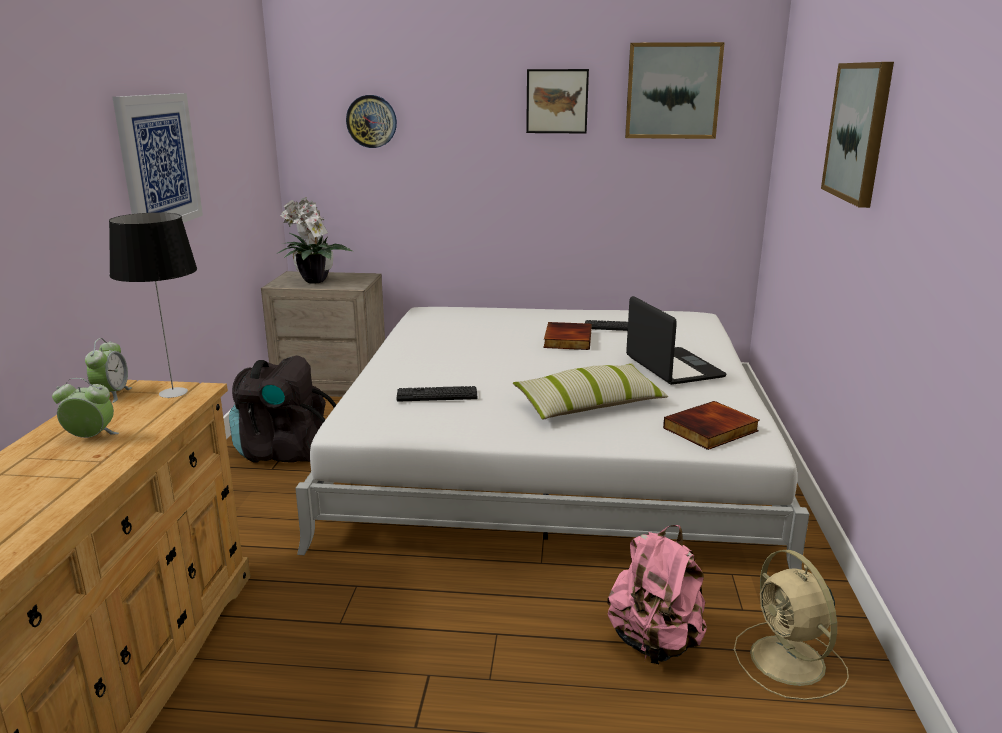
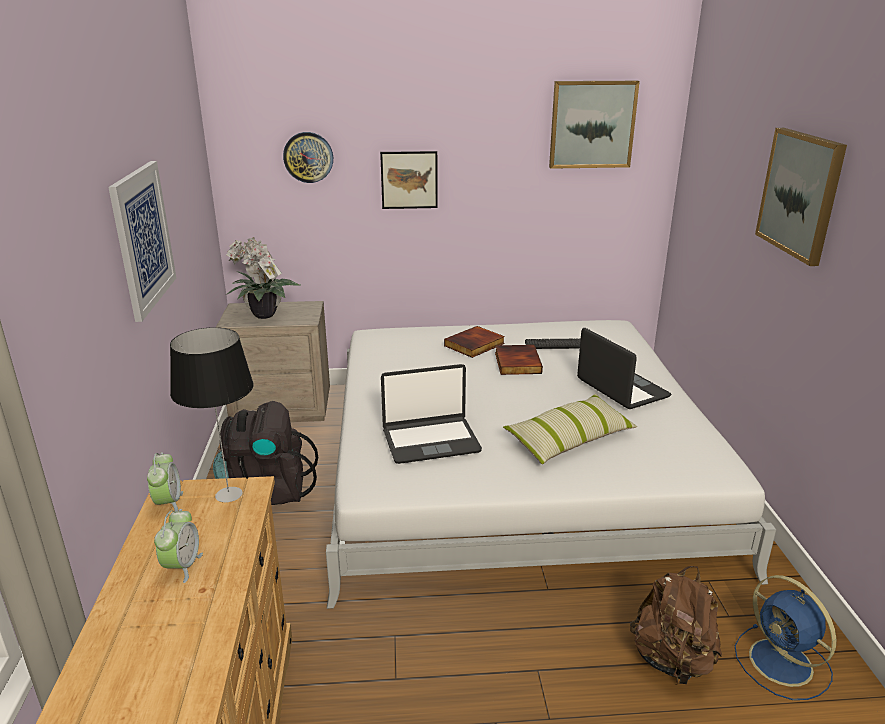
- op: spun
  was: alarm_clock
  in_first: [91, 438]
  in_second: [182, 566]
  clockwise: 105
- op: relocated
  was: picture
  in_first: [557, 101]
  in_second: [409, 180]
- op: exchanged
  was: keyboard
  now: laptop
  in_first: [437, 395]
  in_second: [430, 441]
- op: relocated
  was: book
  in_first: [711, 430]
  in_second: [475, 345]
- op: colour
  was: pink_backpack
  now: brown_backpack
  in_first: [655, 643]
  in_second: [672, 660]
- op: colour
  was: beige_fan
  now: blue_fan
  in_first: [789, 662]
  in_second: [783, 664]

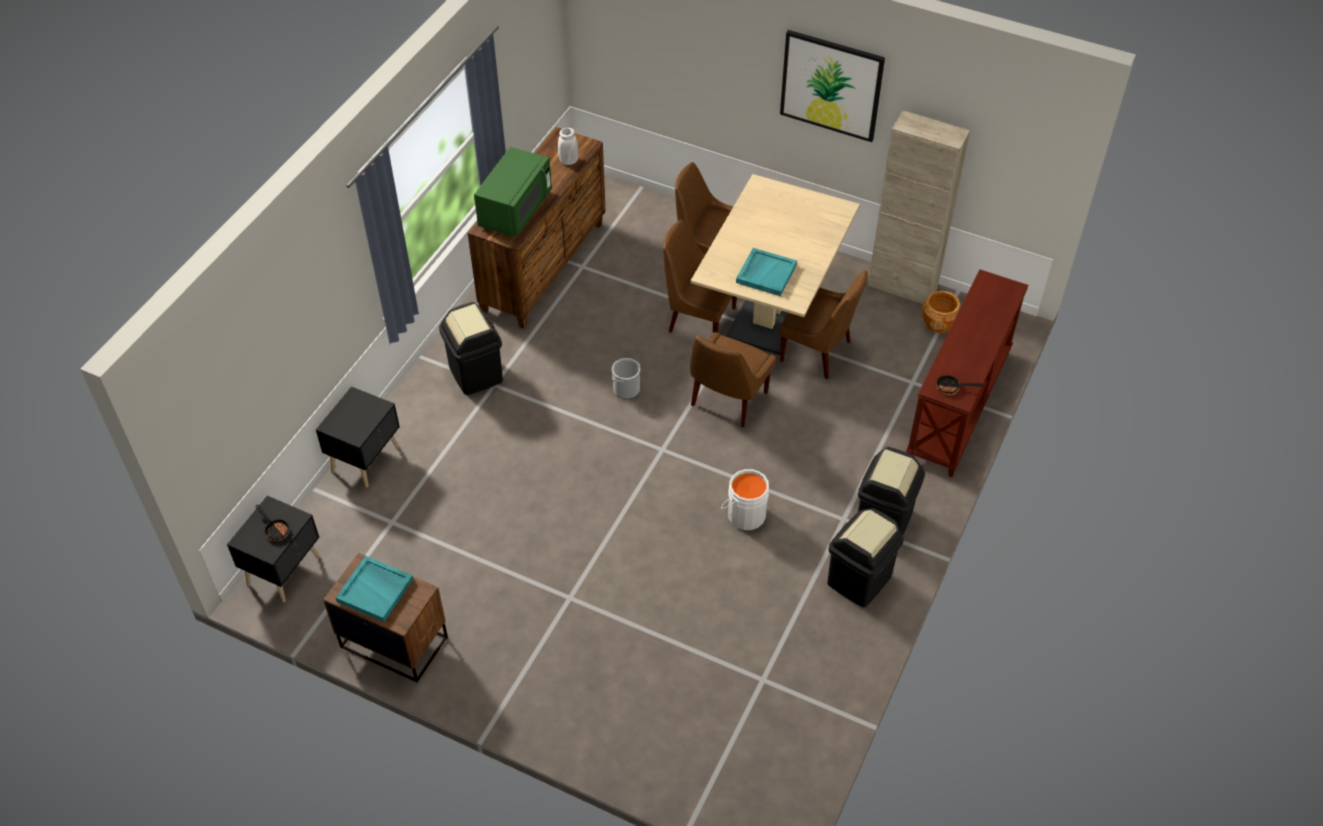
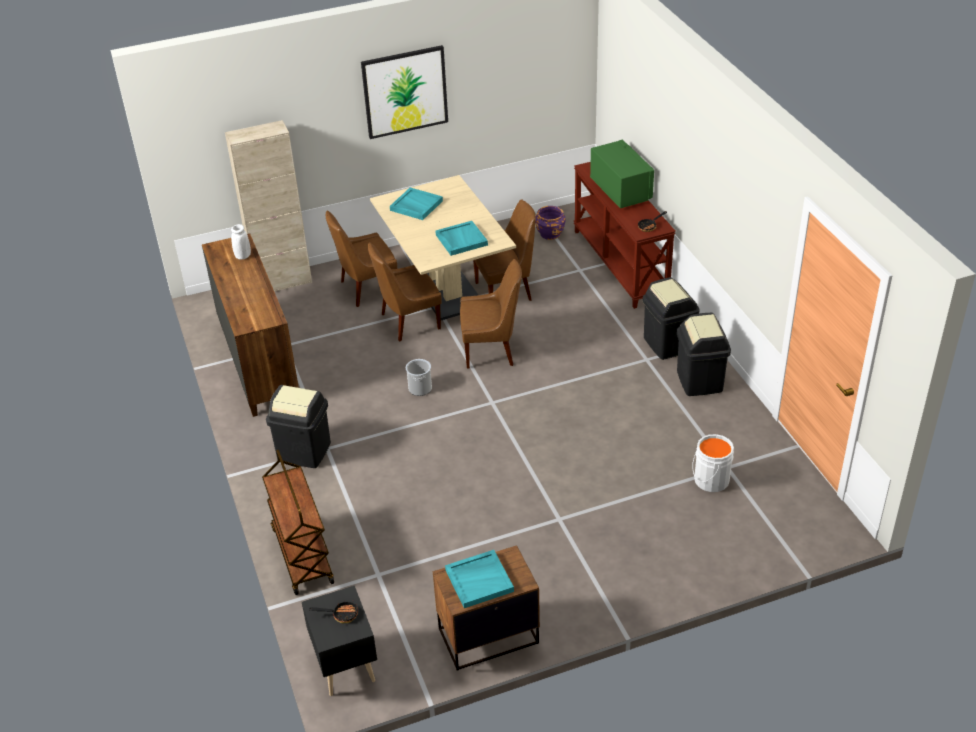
- op: relocated
  was: beige_cabinet
  in_first: [902, 287]
  in_second: [282, 282]
- op: exchanged
  was: black_nightstand
  now: brown_cart
  in_first: [367, 459]
  in_second: [302, 555]
- op: appeared
  now: turquoise_tray
  in_second: [415, 205]
- op: spun
  was: brown_chair
  in_first: [727, 401]
  in_second: [491, 350]
  clockwise: -75
- op: colour
  was: brown_planter
  now: purple_planter
  in_first: [938, 324]
  in_second: [550, 234]
- op: relocated
  was: green_microwave
  in_first: [515, 210]
  in_second: [620, 191]
- op: relocated
  was: white_bucket
  in_first: [745, 514]
  in_second: [709, 480]

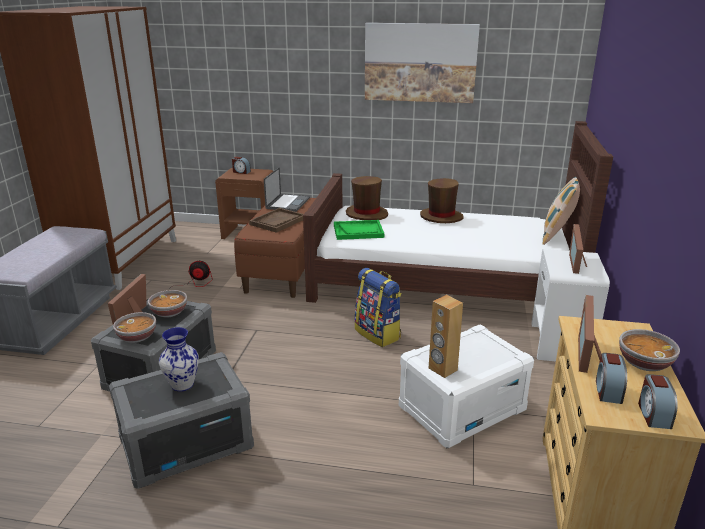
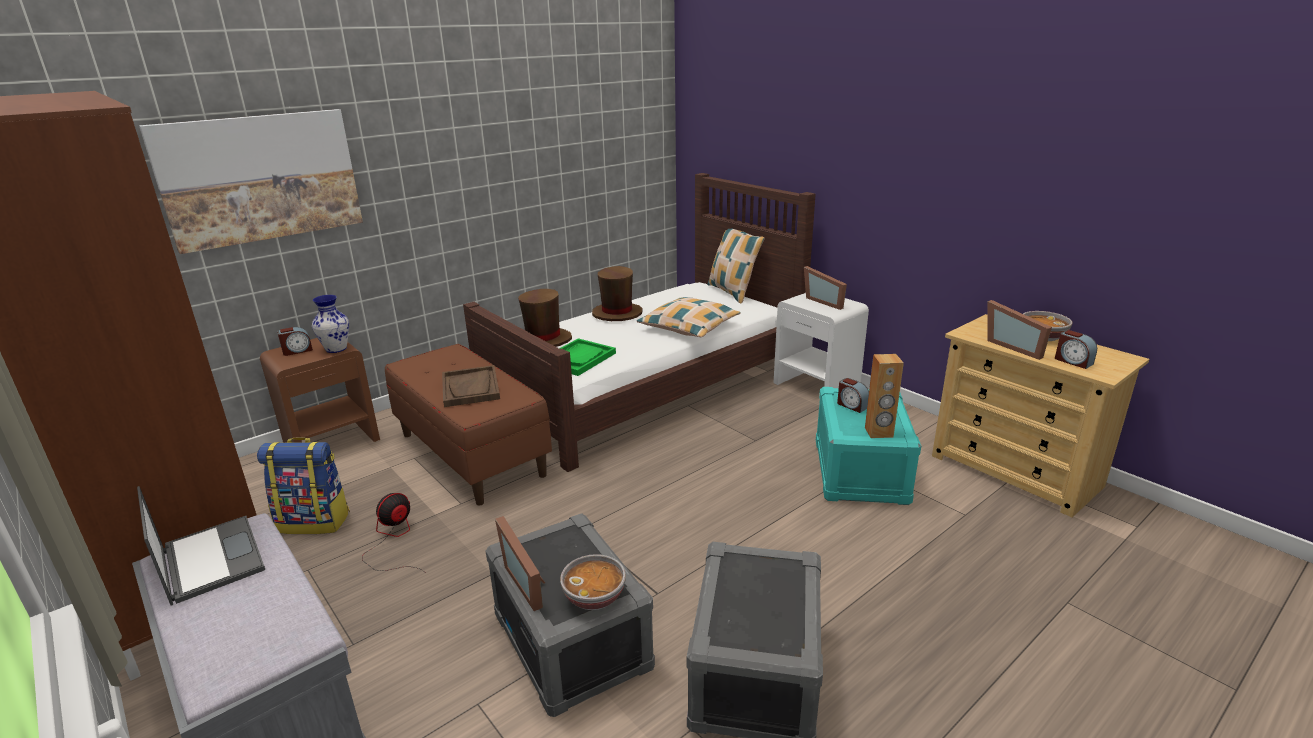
- op: relocated
  was: laptop
  in_first: [288, 203]
  in_second: [210, 558]
- op: relocated
  was: picture
  in_first: [420, 62]
  in_second: [260, 178]
- op: relocated
  was: backpack
  in_first: [378, 334]
  in_second: [315, 521]
- op: relocated
  was: vase
  in_first: [181, 384]
  in_second: [335, 349]
- op: appeared
  now: pillow
  in_second: [689, 327]
- op: colour
  was: white_storage_box
  now: turquoise_storage_box
  in_first: [462, 408]
  in_second: [859, 471]
- op: relocated
  was: alarm_clock
  in_first: [653, 414]
  in_second: [851, 405]
- op: missing
  was: bowl
  in_first: [169, 313]

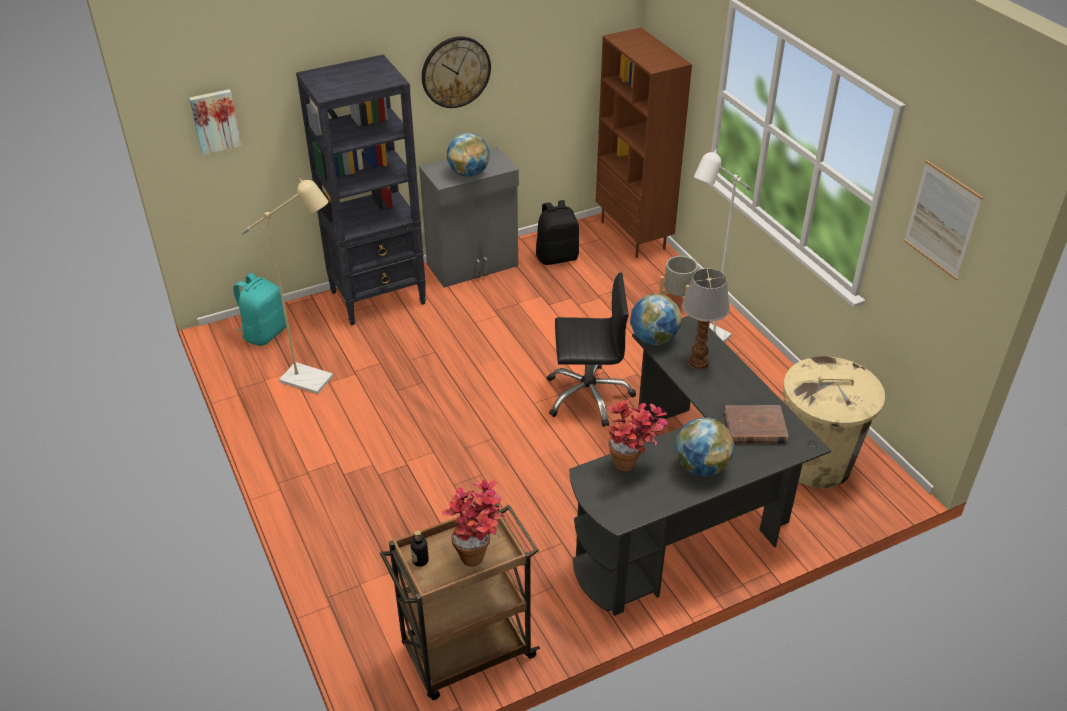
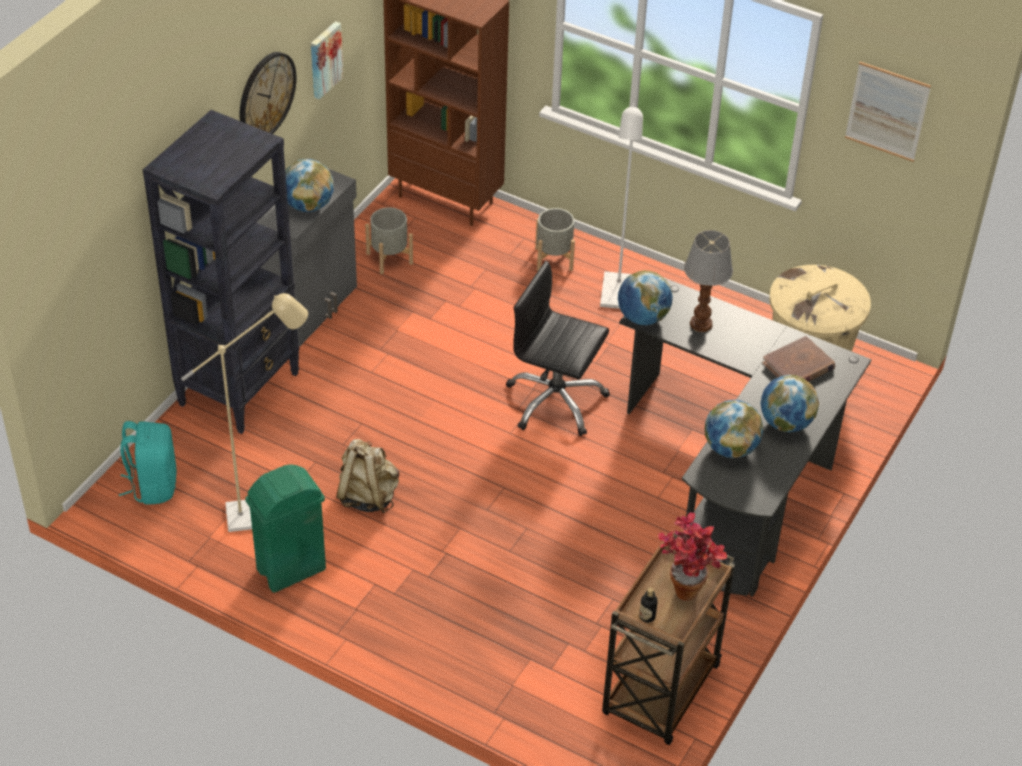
- op: appeared
  now: green_trash_can
  in_second: [290, 569]
- op: relocated
  was: picture
  in_first: [215, 121]
  in_second: [324, 59]
- op: appeared
  now: beige_backpack
  in_second: [368, 496]
- op: exchanged
  was: black_backpack
  now: grey_planter
  in_first: [557, 257]
  in_second: [389, 258]
- op: spun
  was: black_office_chair
  in_first: [588, 396]
  in_second: [555, 401]
  clockwise: -120
- op: exchanged
  was: potted_plant
  now: globe
  in_first: [632, 465]
  in_second: [730, 448]

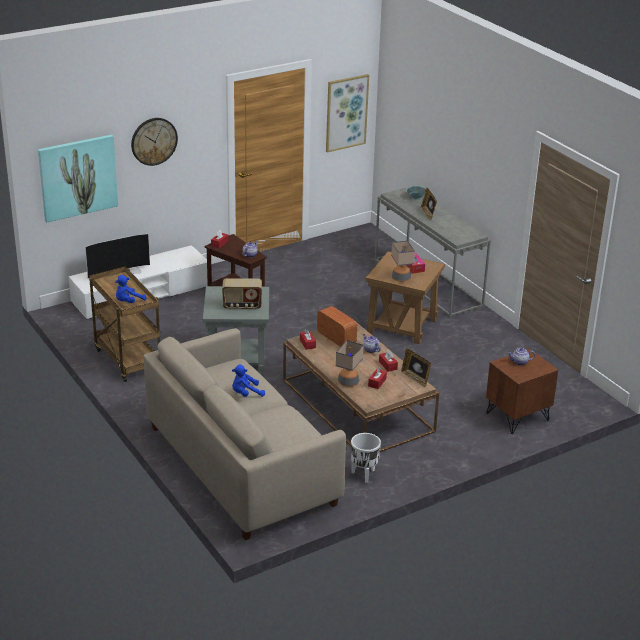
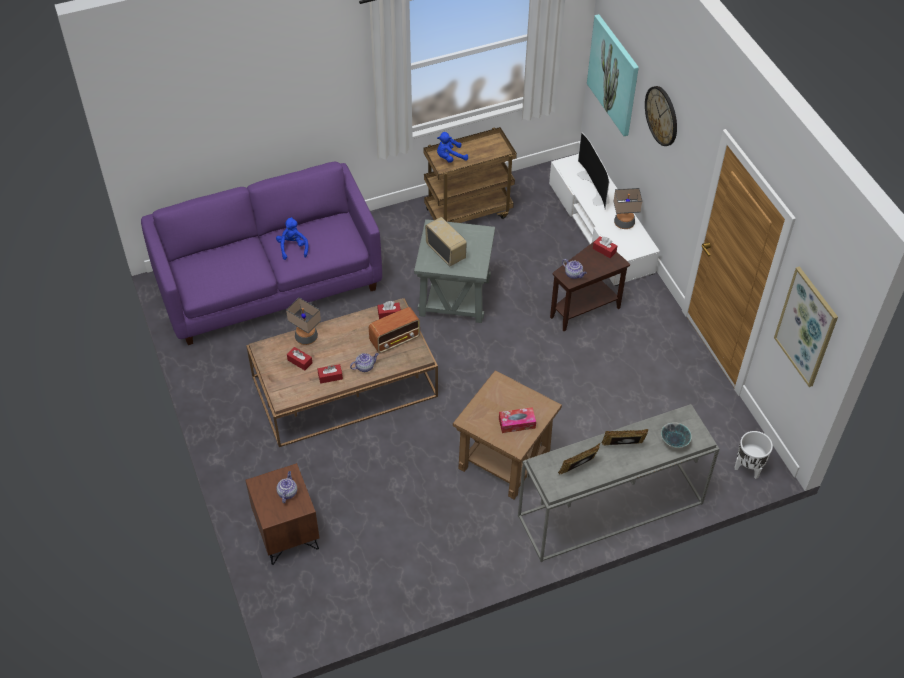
- op: colour
  was: beige_sofa
  now: purple_sofa
  in_first: [241, 465]
  in_second: [269, 283]
- op: spun
  was: radio
  in_first: [242, 306]
  in_second: [446, 252]
  clockwise: 135
- op: spun
  was: blue_plush_toy
  in_first: [128, 302]
  in_second: [450, 157]
  clockwise: -75
- op: relocated
  was: picture_frame
  in_first: [415, 378]
  in_second: [578, 468]
- op: relocated
  was: table_lamp
  in_first: [401, 278]
  in_second: [624, 223]
- op: relocated
  was: white_planter
  in_first: [364, 475]
  in_second: [747, 468]

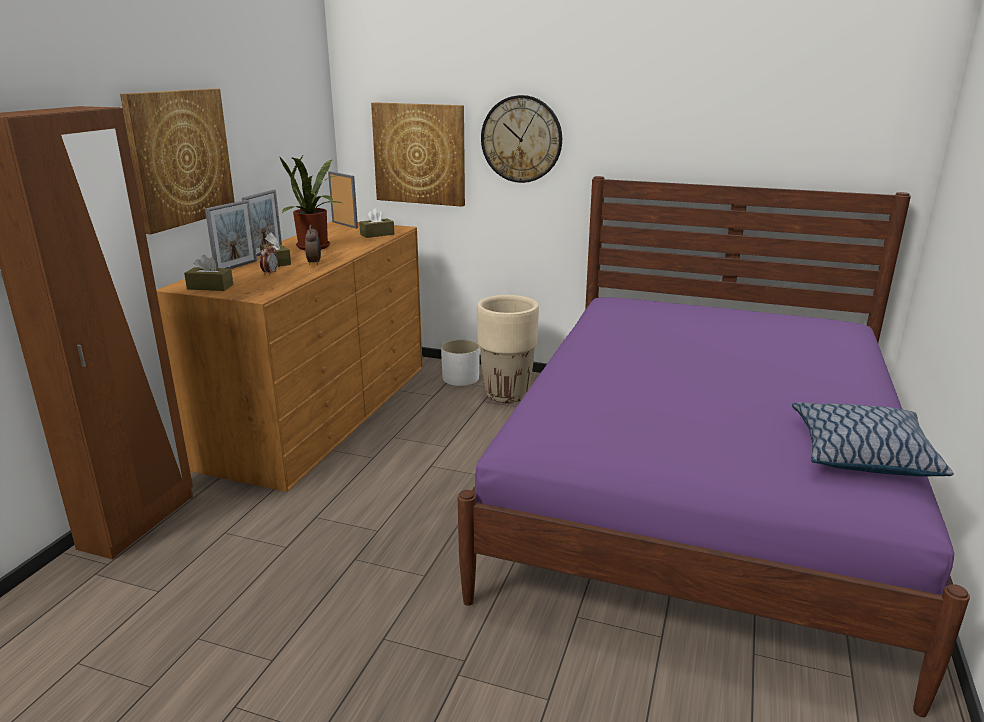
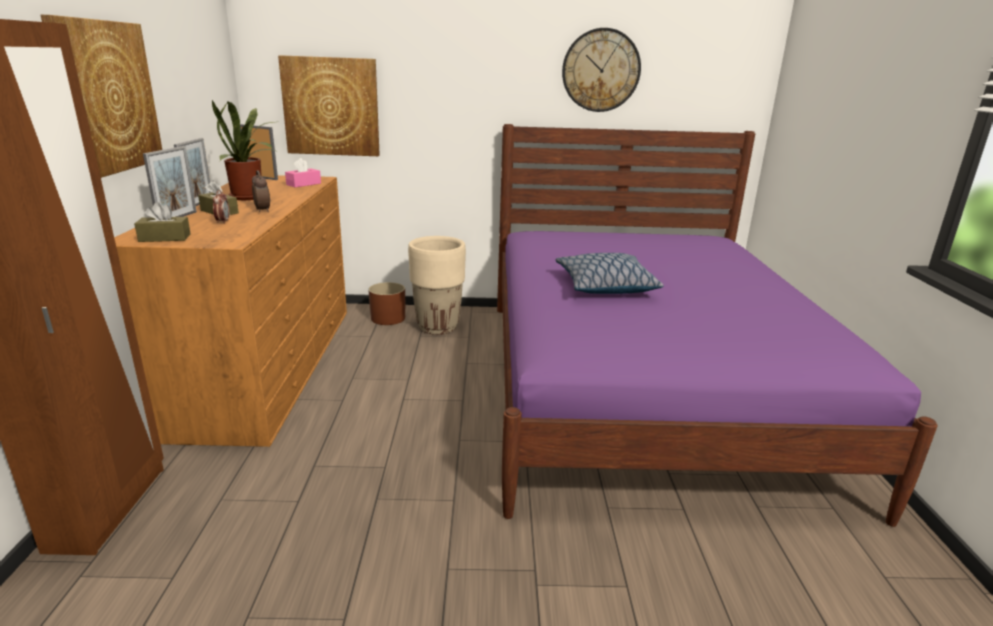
- op: colour
  was: brown_tissue_box
  now: pink_tissue_box
  in_first: [377, 234]
  in_second: [303, 184]
- op: colour
  was: white_planter
  now: brown_planter
  in_first: [461, 378]
  in_second: [388, 318]
- op: relocated
  was: pillow
  in_first: [861, 454]
  in_second: [604, 286]
- op: relocated
  was: wall_clock
  in_first: [521, 139]
  in_second: [601, 70]

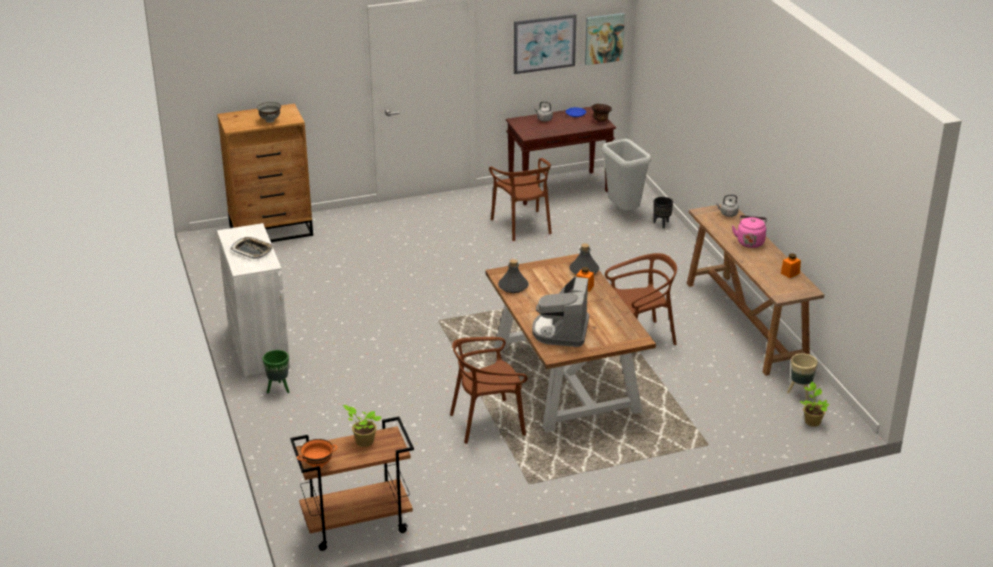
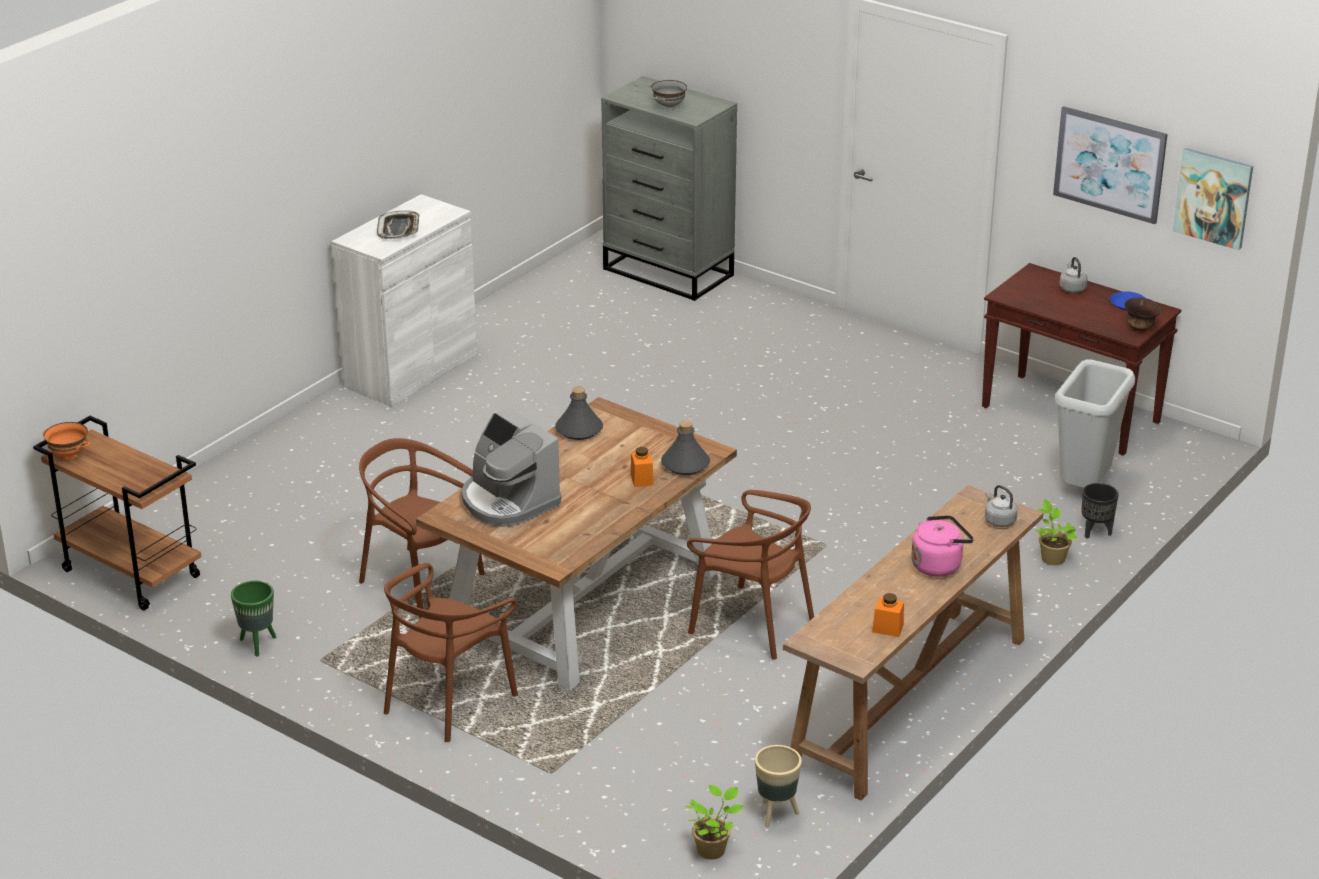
- op: relocated
  was: green_planter
  in_first: [278, 389]
  in_second: [257, 644]
- op: relocated
  was: brown_chair
  in_first: [522, 225]
  in_second: [448, 701]
- op: spun
  was: coffee_machine
  in_first: [561, 331]
  in_second: [508, 501]
  clockwise: -105
- op: colour
  was: brown_dresser
  now: grey_dresser
  in_first: [272, 231]
  in_second: [669, 273]
- op: relocated
  was: potted_plant
  in_first: [363, 441]
  in_second: [1052, 558]

